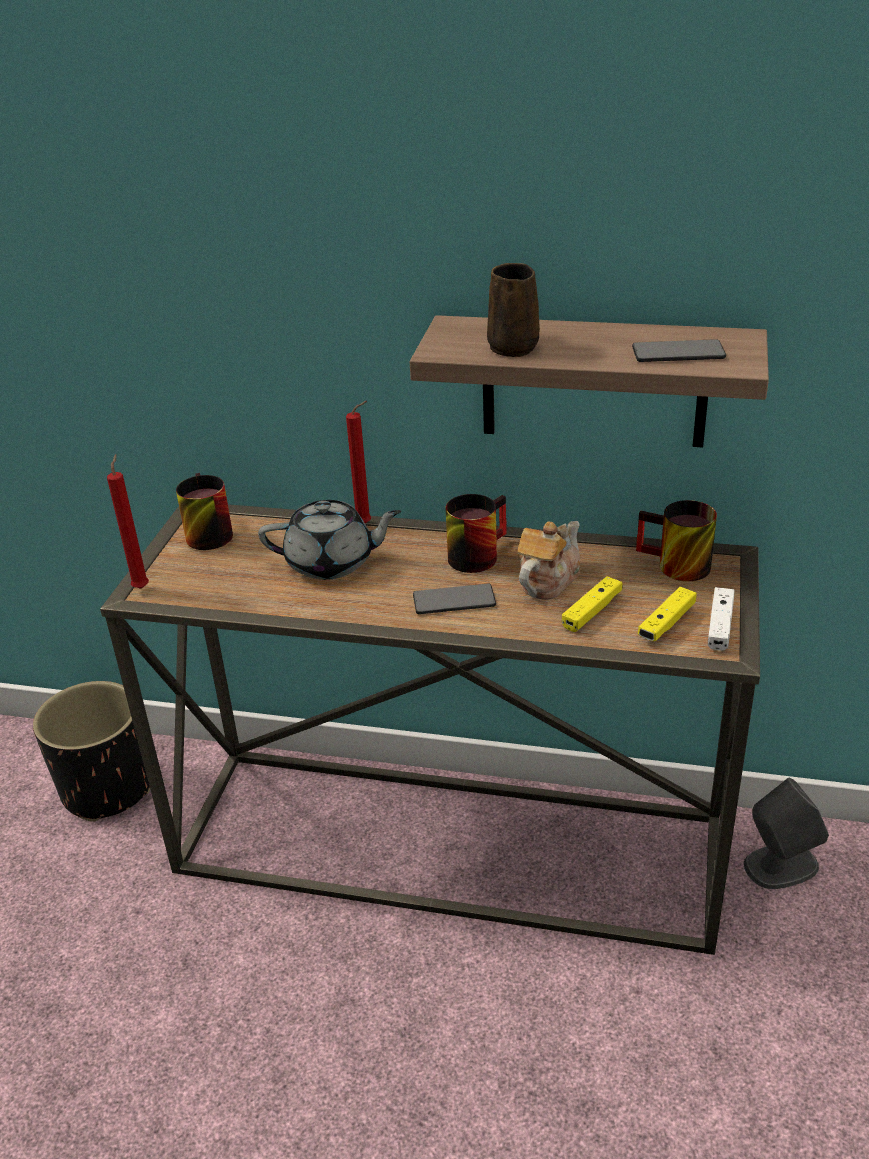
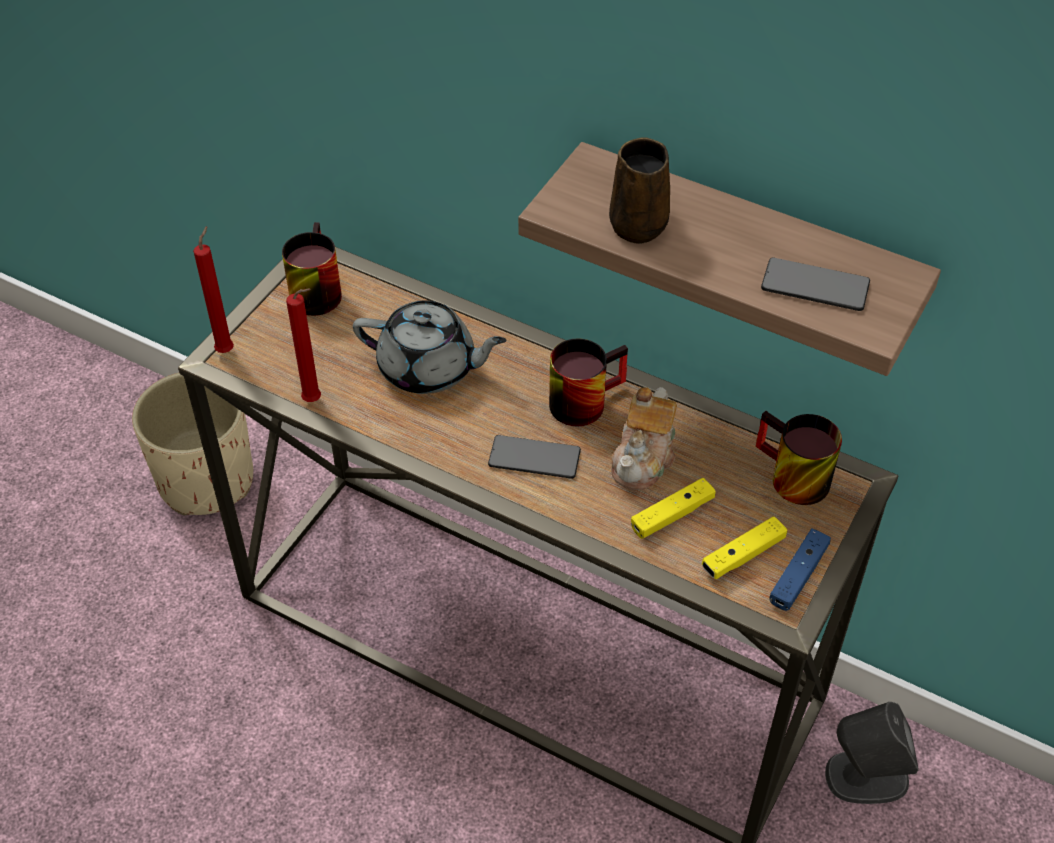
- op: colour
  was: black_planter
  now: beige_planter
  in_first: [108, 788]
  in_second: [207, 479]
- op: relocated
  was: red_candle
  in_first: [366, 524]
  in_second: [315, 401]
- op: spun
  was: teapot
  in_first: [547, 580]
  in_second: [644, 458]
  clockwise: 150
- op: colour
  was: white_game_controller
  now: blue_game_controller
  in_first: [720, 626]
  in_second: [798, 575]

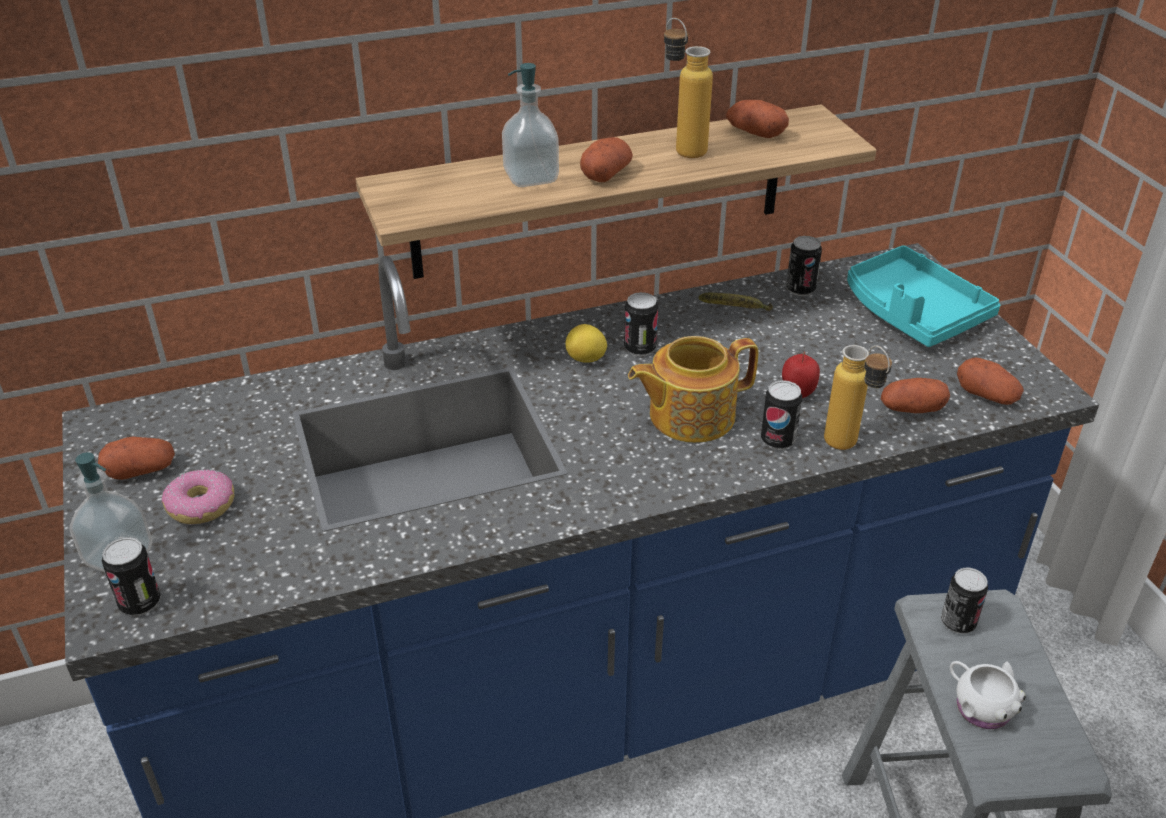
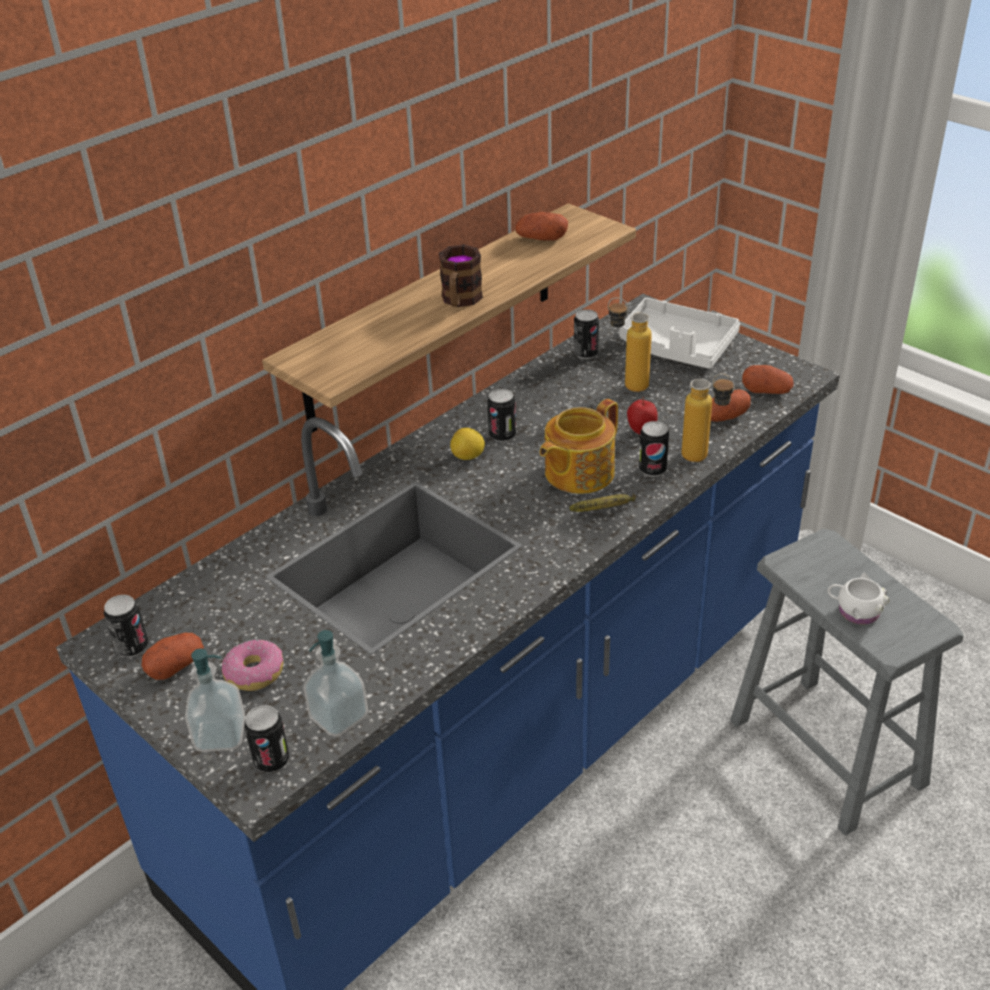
- op: relocated
  was: can
  in_first: [958, 622]
  in_second: [132, 647]
- op: relocated
  was: soap_dispenser
  in_first: [531, 177]
  in_second: [339, 717]
- op: exchanged
  was: potato
  now: mug
  in_first: [606, 174]
  in_second: [460, 301]
- op: relocated
  was: banana
  in_first: [735, 311]
  in_second: [605, 510]
- op: relocated
  was: bottle
  in_first: [681, 148]
  in_second: [627, 384]
- op: colour
  was: turquoise_tray
  now: white_tray
  in_first: [912, 312]
  in_second: [676, 347]

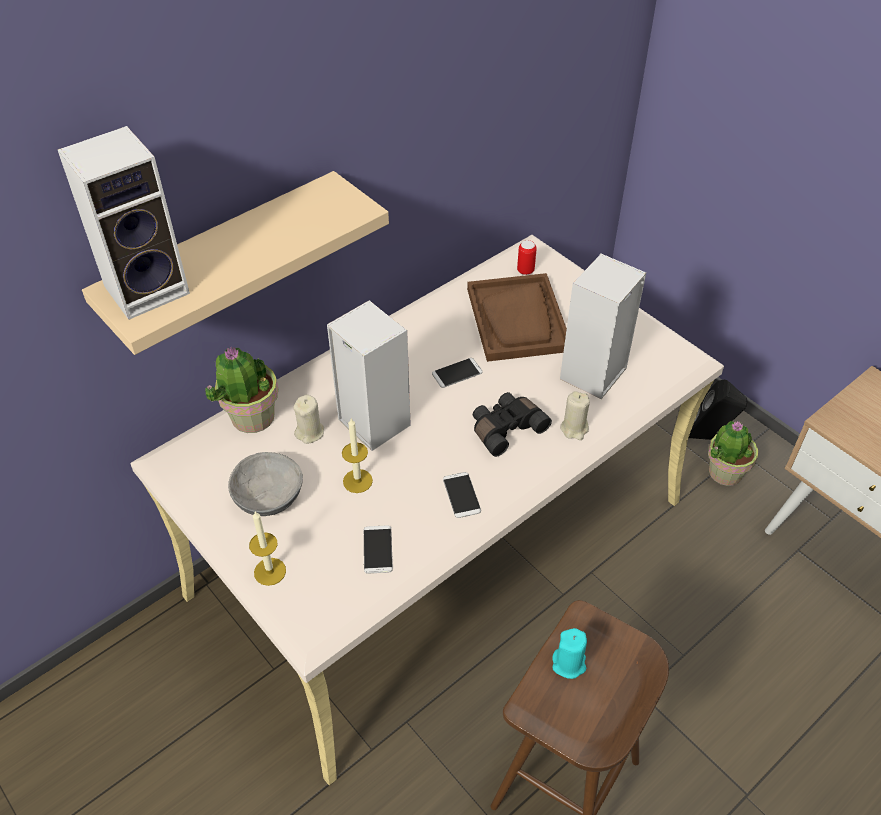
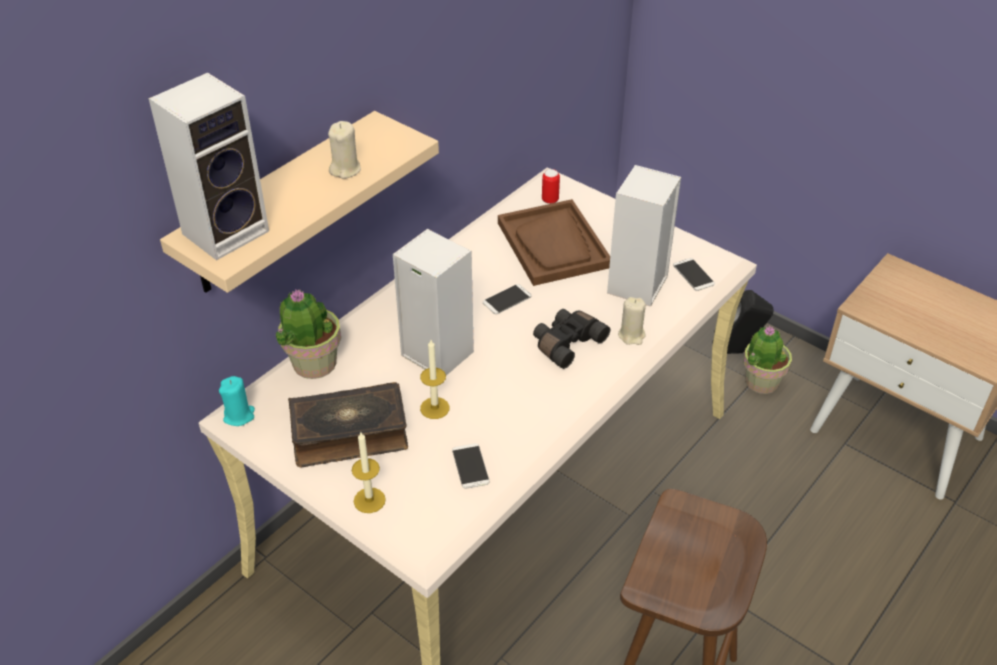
- op: relocated
  was: turquoise_candle
  in_first: [569, 664]
  in_second: [239, 416]
- op: exchanged
  was: grey_bowl
  now: book
  in_first: [267, 497]
  in_second: [349, 434]
- op: relocated
  was: beige_candle
  in_first: [310, 432]
  in_second: [345, 169]
- op: relocated
  was: phone
  in_first: [461, 495]
  in_second: [693, 275]

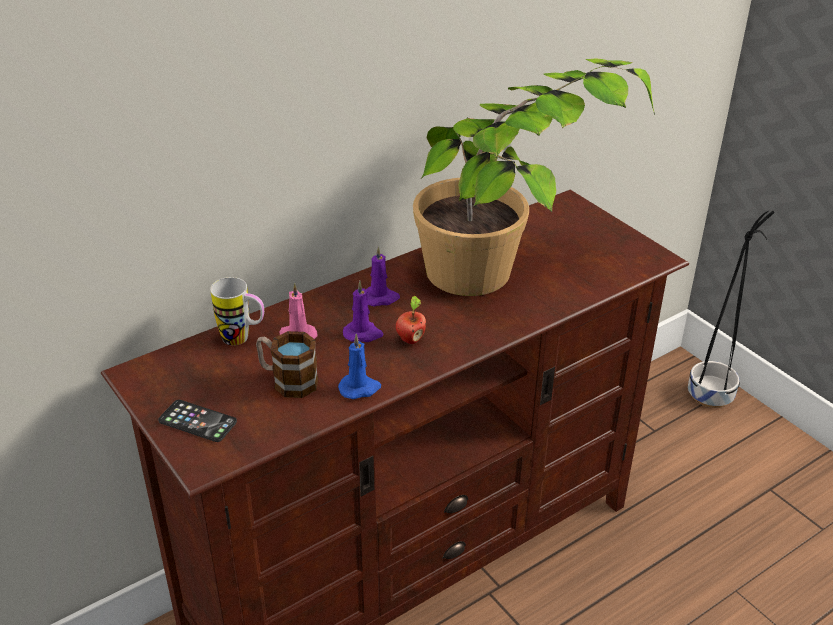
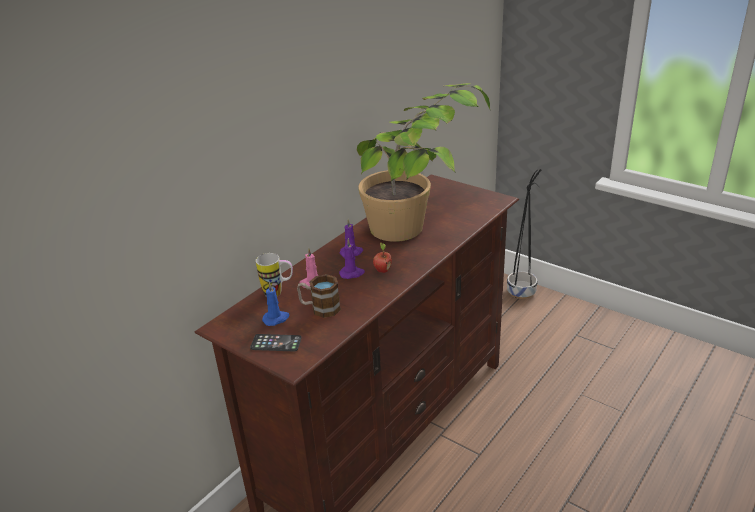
- op: relocated
  was: blue_candle
  in_first: [360, 388]
  in_second: [276, 319]

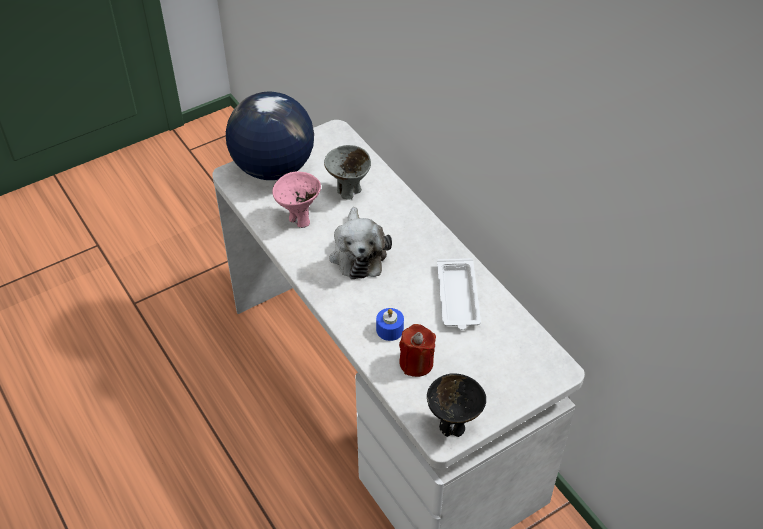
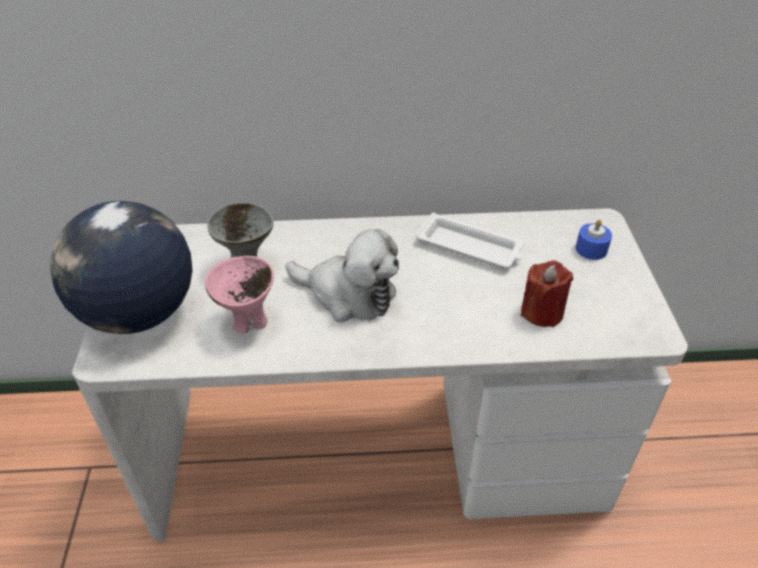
- op: relocated
  was: blue_candle
  in_first: [390, 329]
  in_second: [591, 249]
- op: missing
  was: black_bowl
  in_first: [453, 425]

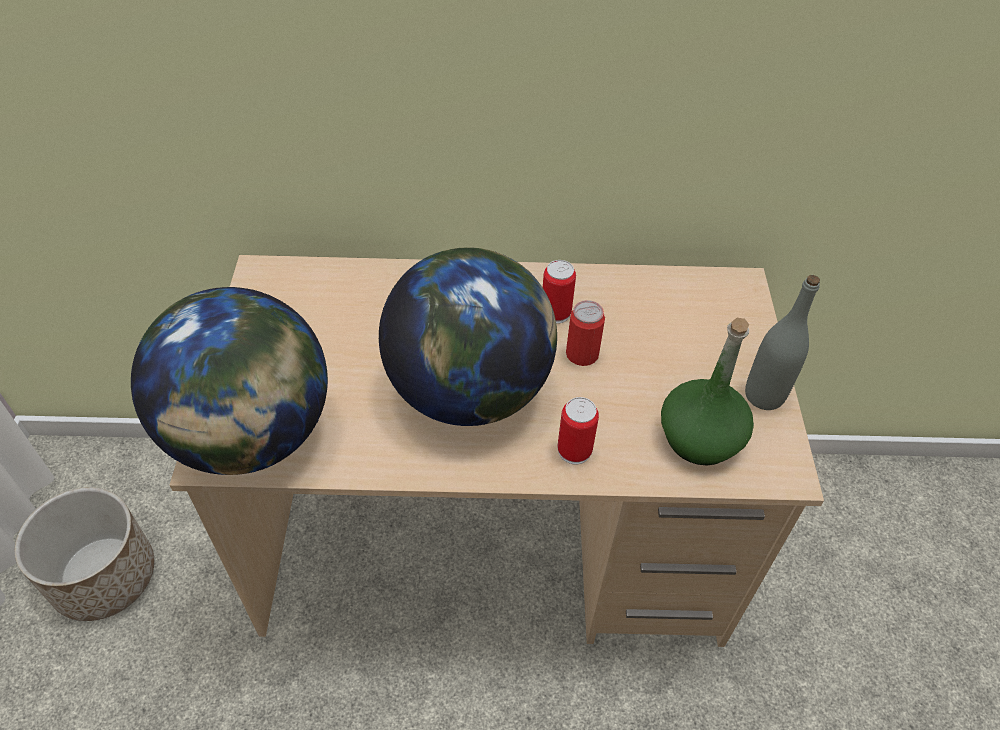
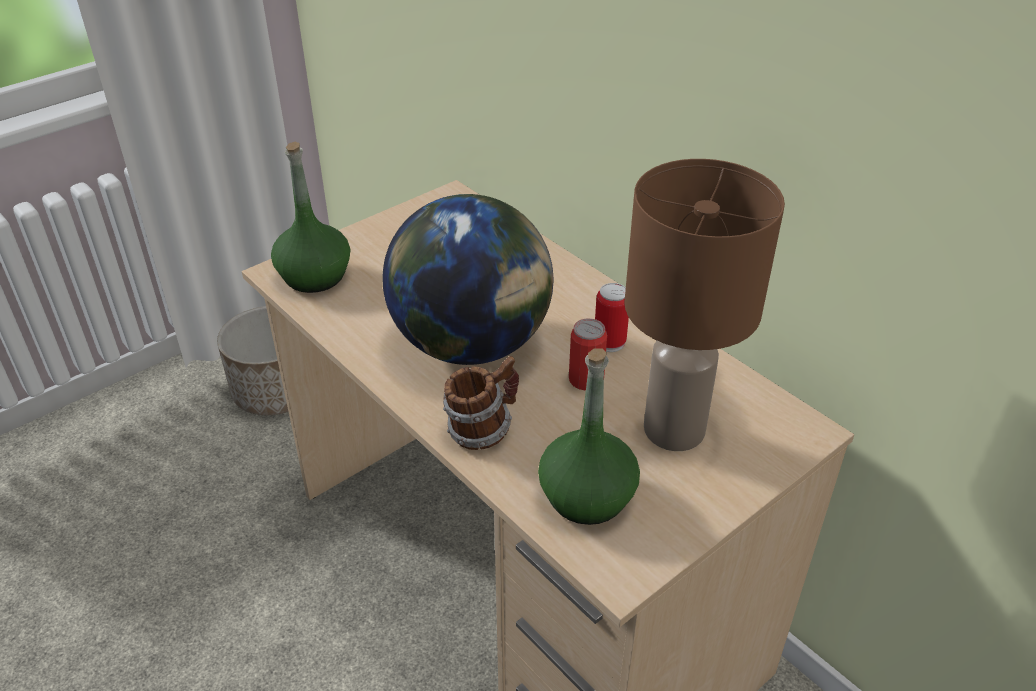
- op: exchanged
  was: globe
  now: green_bottle
  in_first: [251, 435]
  in_second: [314, 276]
- op: exchanged
  was: can
  now: mug
  in_first: [574, 450]
  in_second: [482, 429]
- op: appeared
  now: brown_table_lamp
  in_second: [676, 429]
- op: missing
  was: grey_bottle
  in_first: [764, 395]

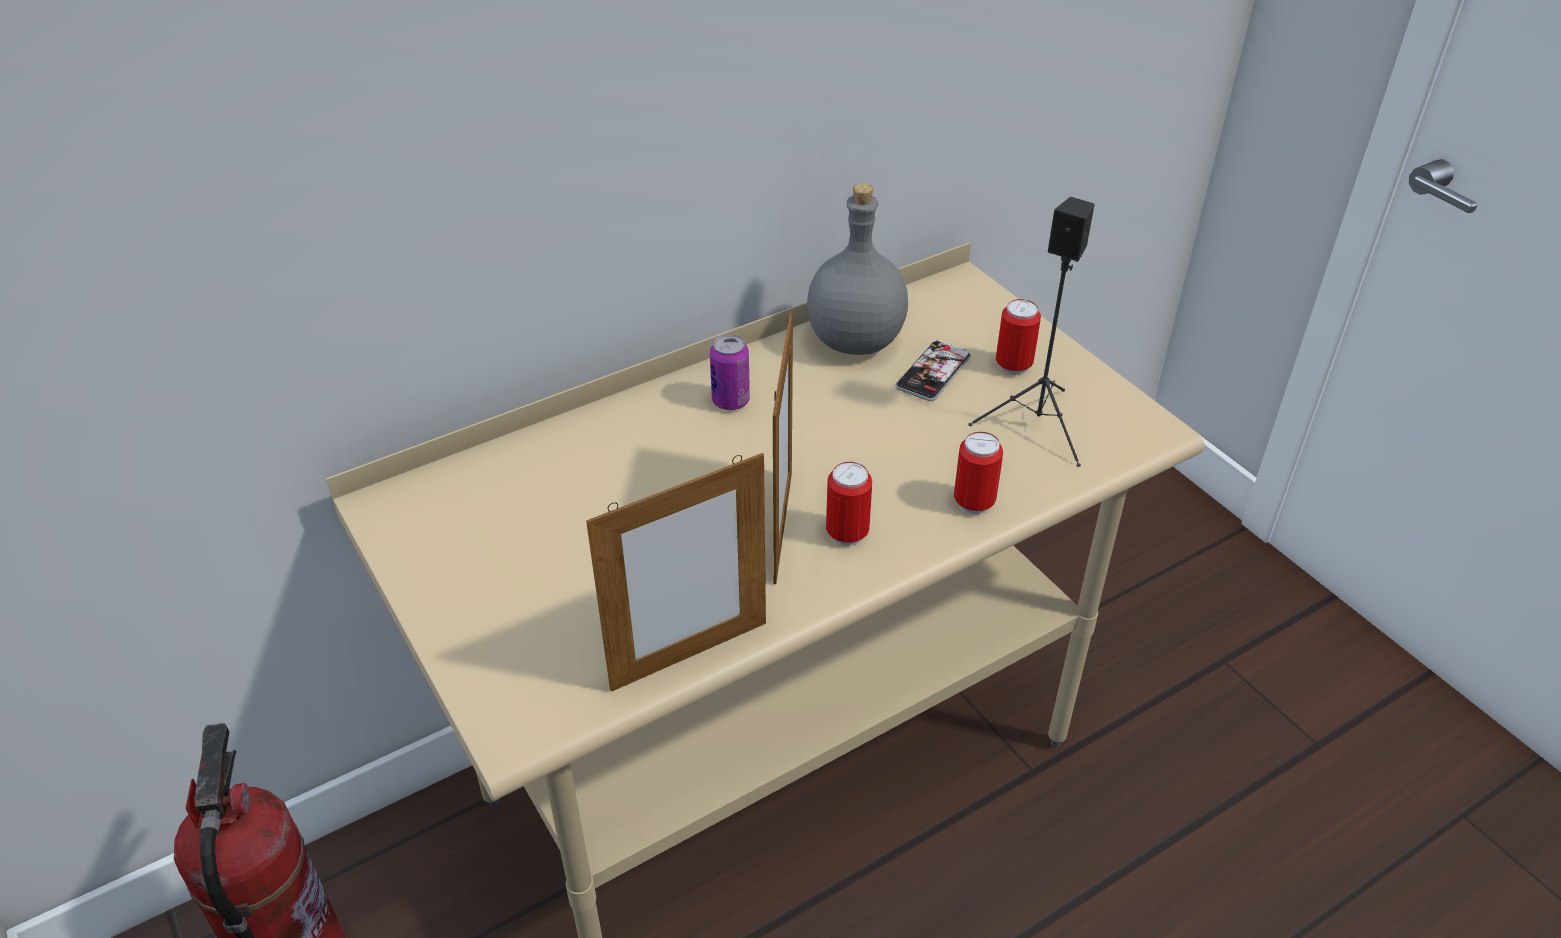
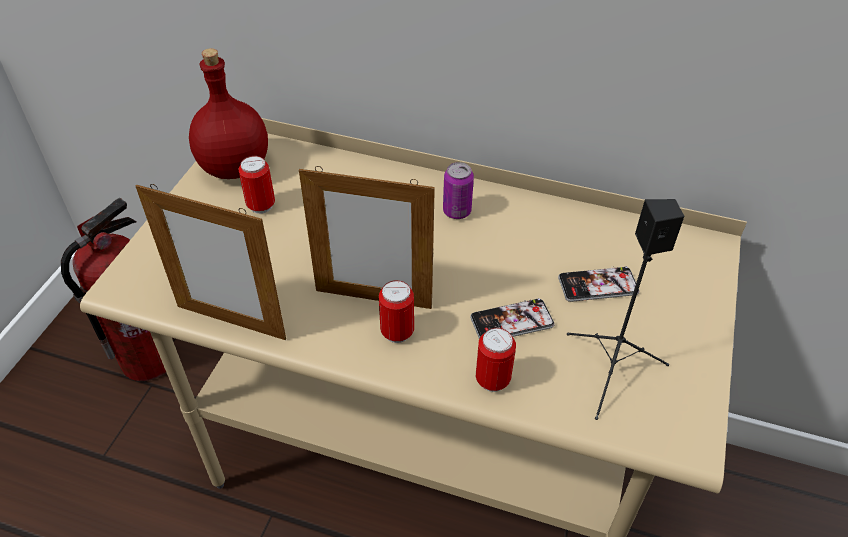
- op: appeared
  now: red_bottle
  in_second: [235, 166]
- op: relocated
  was: can
  in_first: [1013, 366]
  in_second: [261, 206]
- op: spun
  was: picture_frame
  in_first: [782, 526]
  in_second: [373, 299]
  clockwise: 45
- op: appeared
  now: phone
  in_second: [512, 321]
- op: missing
  was: grey_bottle
  in_first: [856, 340]

